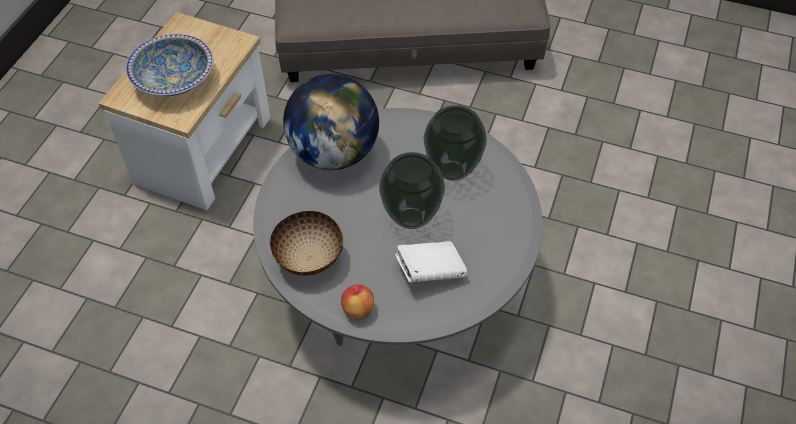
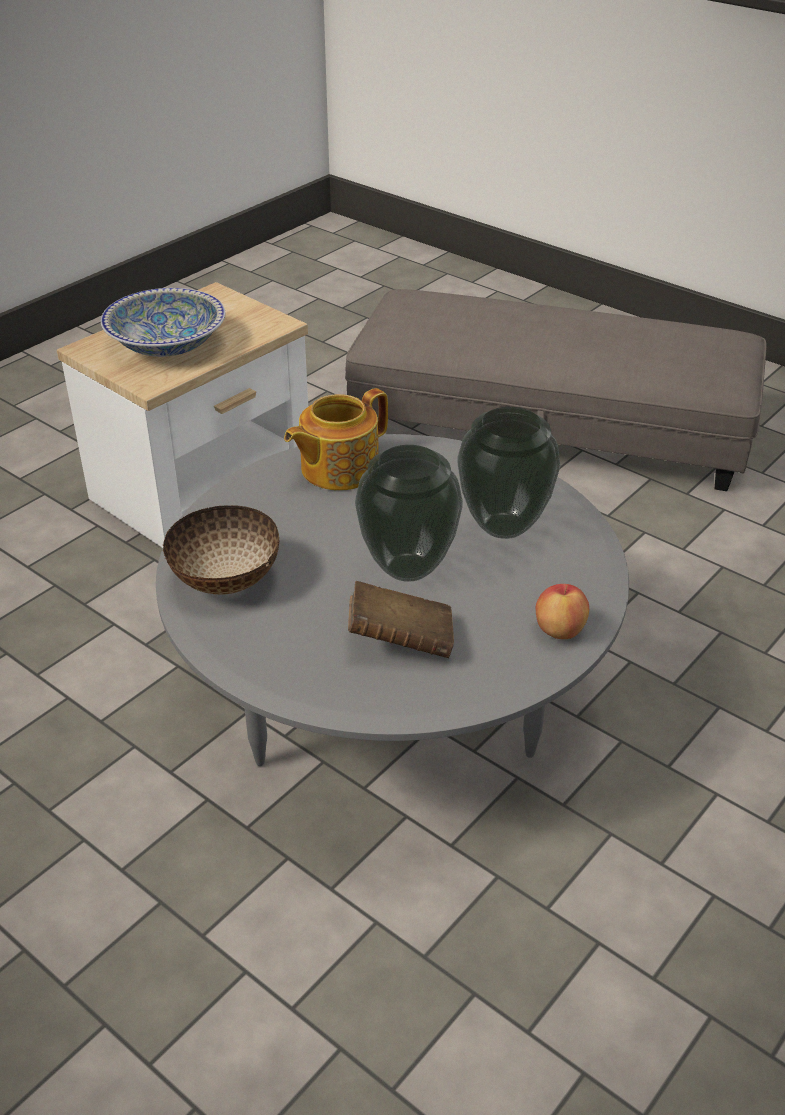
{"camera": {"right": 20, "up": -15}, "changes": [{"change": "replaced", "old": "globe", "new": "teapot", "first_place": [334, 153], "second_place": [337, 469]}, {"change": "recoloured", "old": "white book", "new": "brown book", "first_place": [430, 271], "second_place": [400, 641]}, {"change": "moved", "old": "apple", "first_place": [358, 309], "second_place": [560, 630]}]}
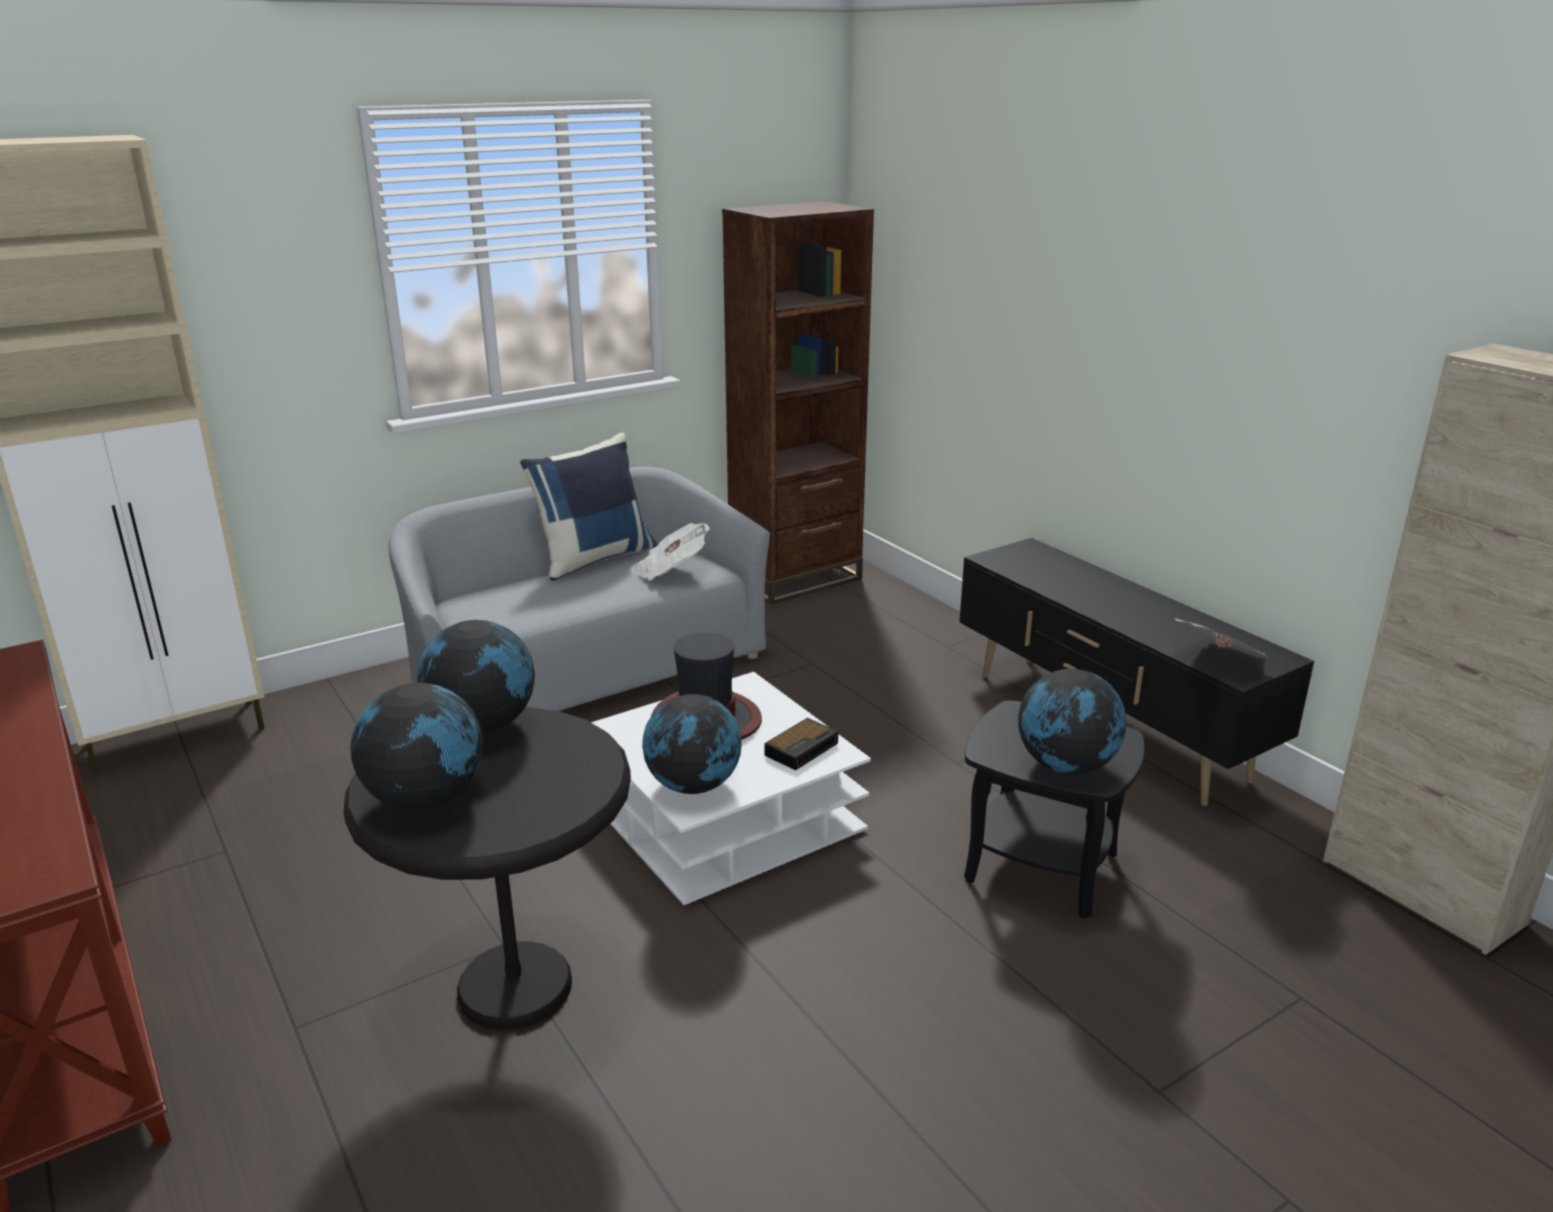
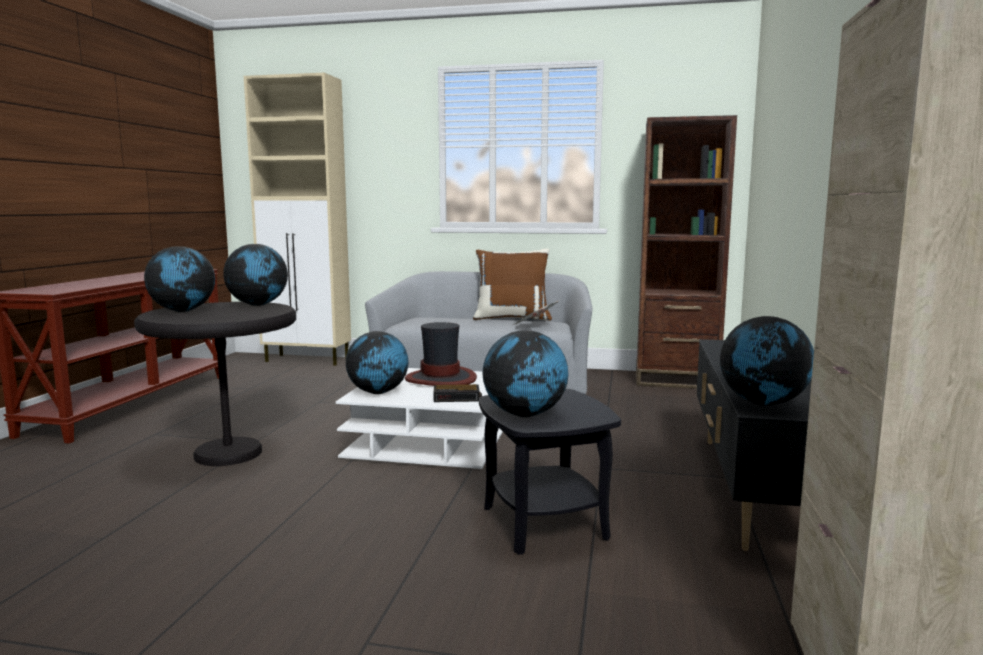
{"camera": {"right": 45, "up": -15}, "changes": [{"change": "recoloured", "old": "blue pillow", "new": "brown pillow", "first_place": [594, 558], "second_place": [512, 318]}, {"change": "replaced", "old": "newspaper", "new": "globe", "first_place": [1221, 662], "second_place": [763, 403]}]}
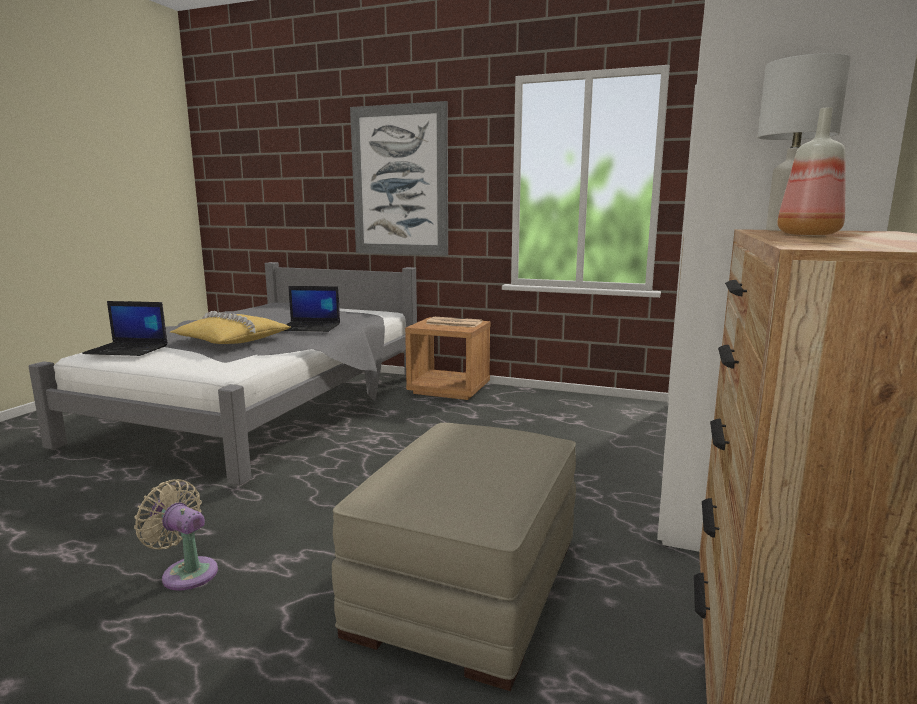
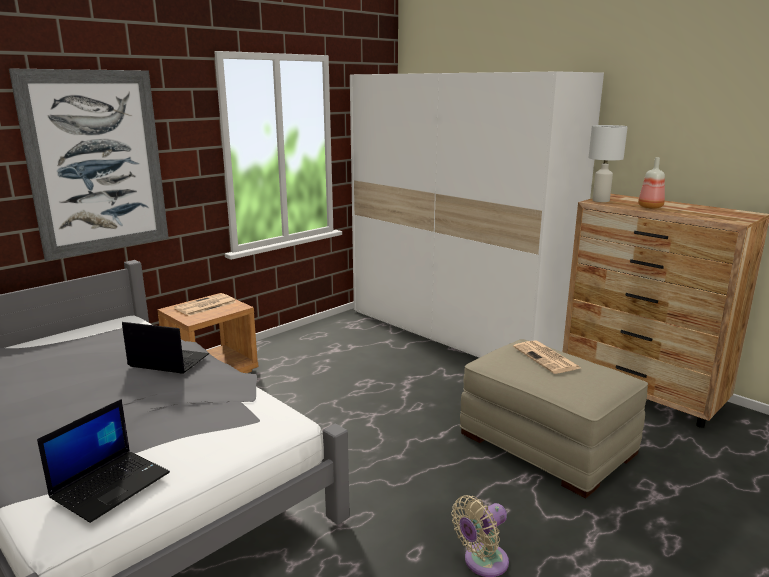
{"camera": {"right": -65, "up": 5}, "changes": [{"change": "turned", "old": "laptop", "first_place": [310, 327], "second_place": [167, 361], "degrees": -105}, {"change": "added", "new": "newspaper", "second_place": [547, 358]}, {"change": "removed", "old": "yellow pillow", "first_place": [231, 340]}]}
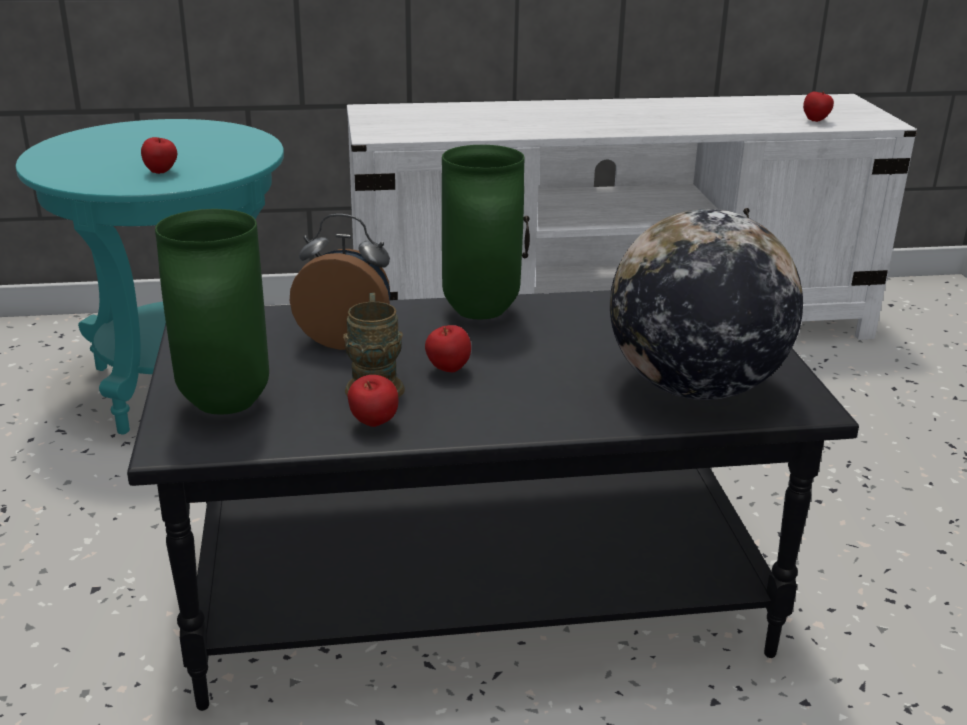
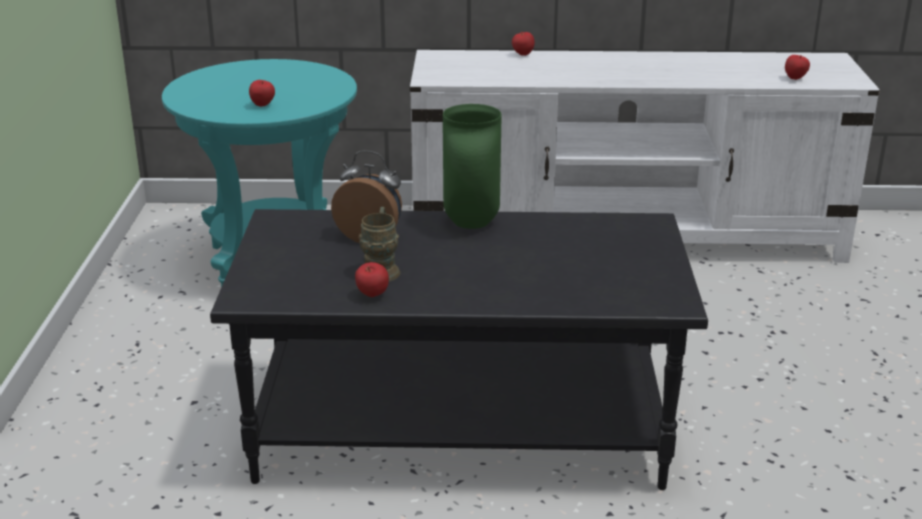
{"camera": {"right": 10, "up": 0}, "changes": [{"change": "moved", "old": "apple", "first_place": [448, 370], "second_place": [522, 55]}, {"change": "removed", "old": "green vase", "first_place": [228, 404]}, {"change": "removed", "old": "globe", "first_place": [694, 388]}]}
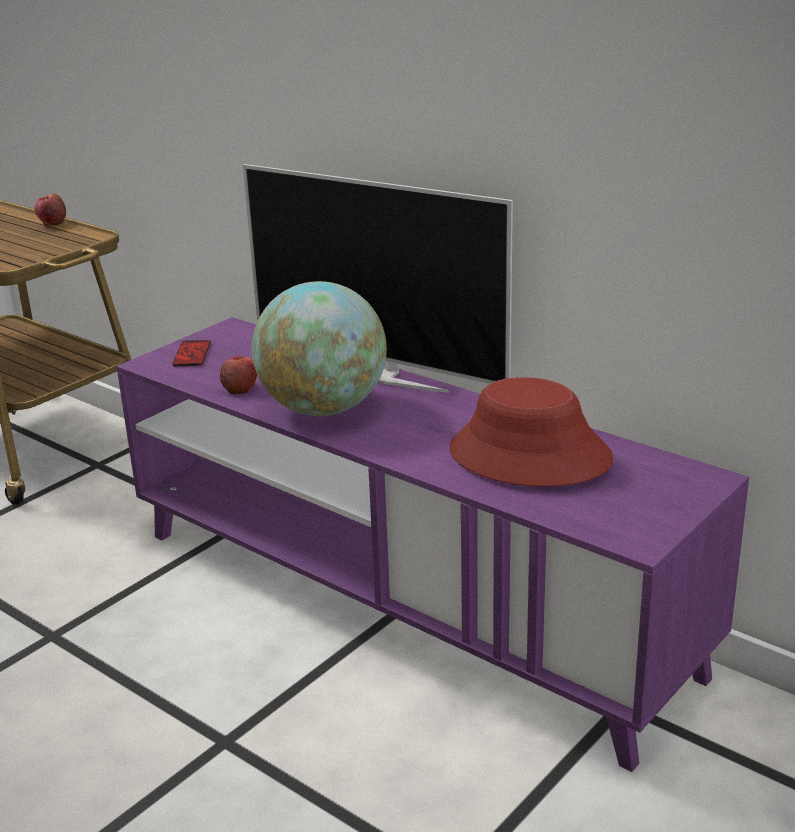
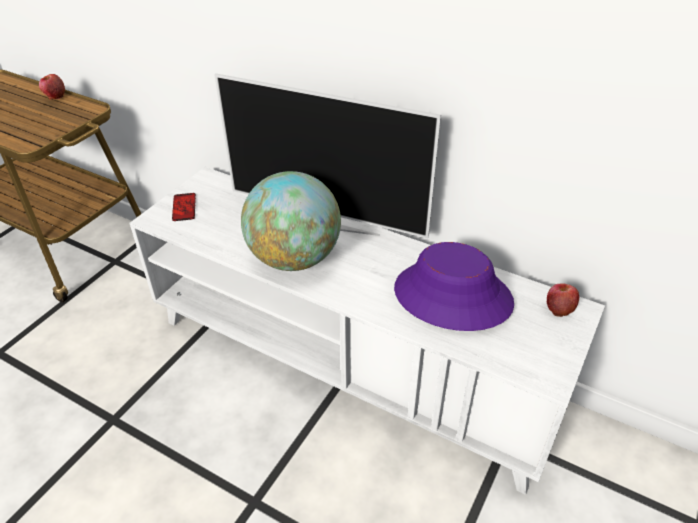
{"camera": {"right": -10, "up": 15}, "changes": [{"change": "recoloured", "old": "purple tv stand", "new": "white tv stand", "first_place": [404, 600], "second_place": [349, 363]}, {"change": "recoloured", "old": "red hat", "new": "purple hat", "first_place": [529, 455], "second_place": [452, 296]}, {"change": "moved", "old": "apple", "first_place": [240, 388], "second_place": [559, 308]}]}
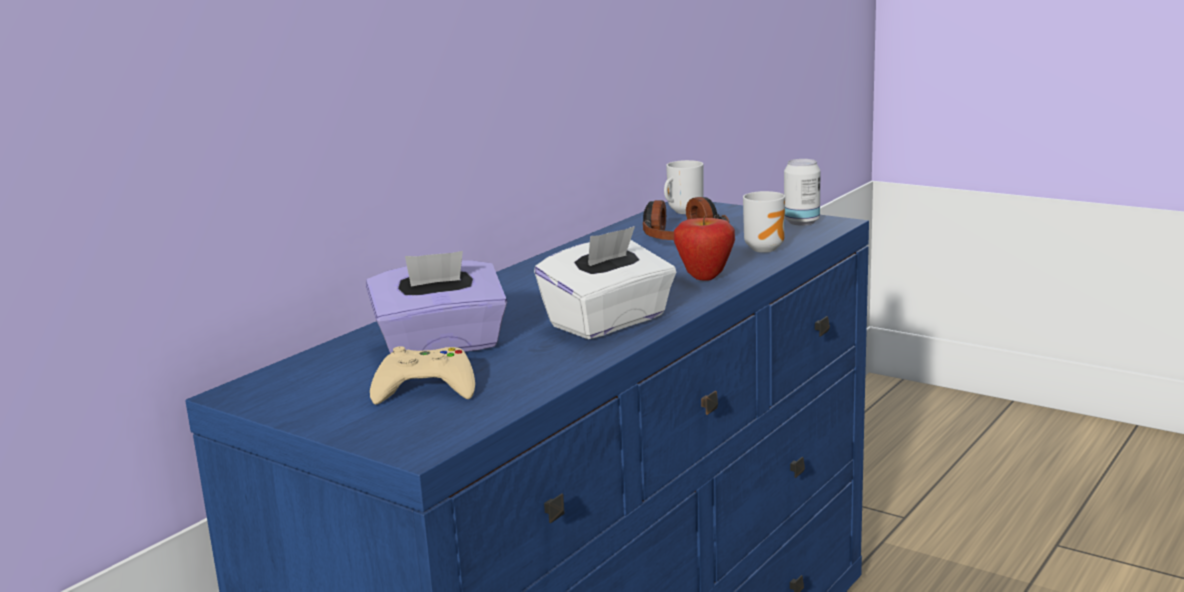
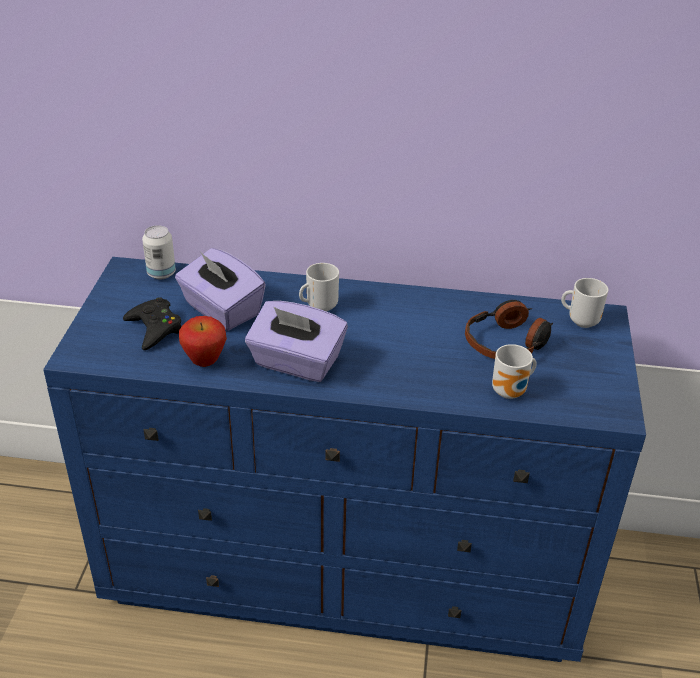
{"camera": {"right": 60, "up": 20}, "changes": [{"change": "recoloured", "old": "beige game controller", "new": "black game controller", "first_place": [426, 388], "second_place": [154, 328]}, {"change": "moved", "old": "can", "first_place": [801, 222], "second_place": [161, 273]}, {"change": "moved", "old": "apple", "first_place": [705, 277], "second_place": [205, 362]}, {"change": "recoloured", "old": "white tissue box", "new": "purple tissue box", "first_place": [609, 322], "second_place": [296, 363]}, {"change": "added", "new": "mug", "second_place": [319, 307]}]}
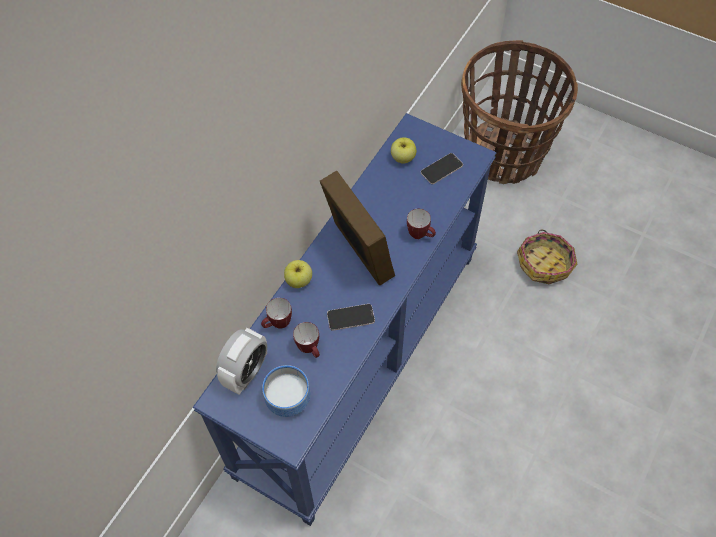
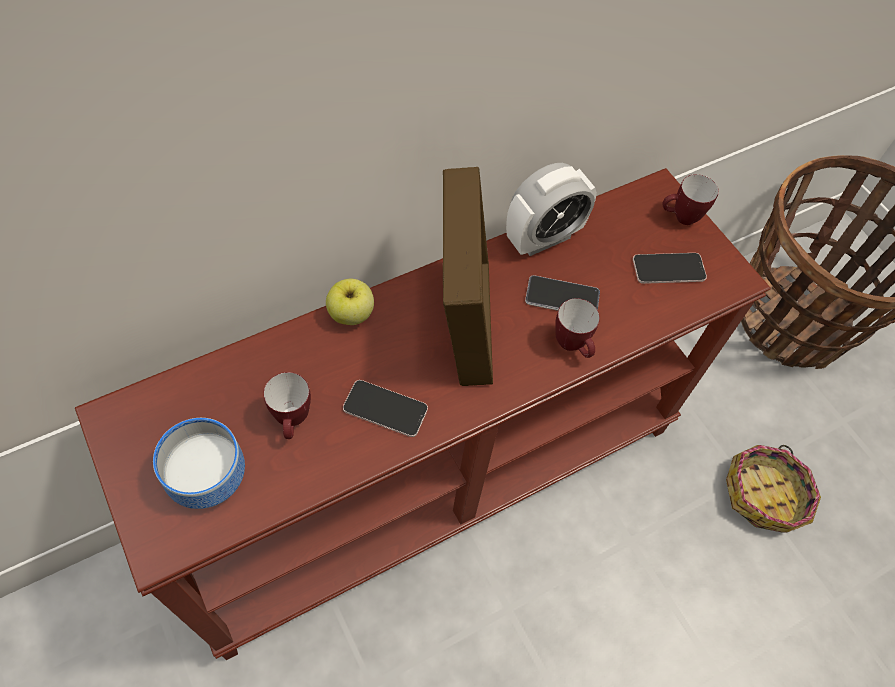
{"camera": {"right": 25, "up": 0}, "changes": [{"change": "recoloured", "old": "blue console table", "new": "brown console table", "first_place": [358, 359], "second_place": [432, 476]}, {"change": "moved", "old": "alarm clock", "first_place": [246, 372], "second_place": [543, 238]}, {"change": "added", "new": "phone", "second_place": [562, 297]}, {"change": "moved", "old": "mug", "first_place": [278, 325], "second_place": [680, 218]}, {"change": "removed", "old": "apple", "first_place": [403, 158]}]}
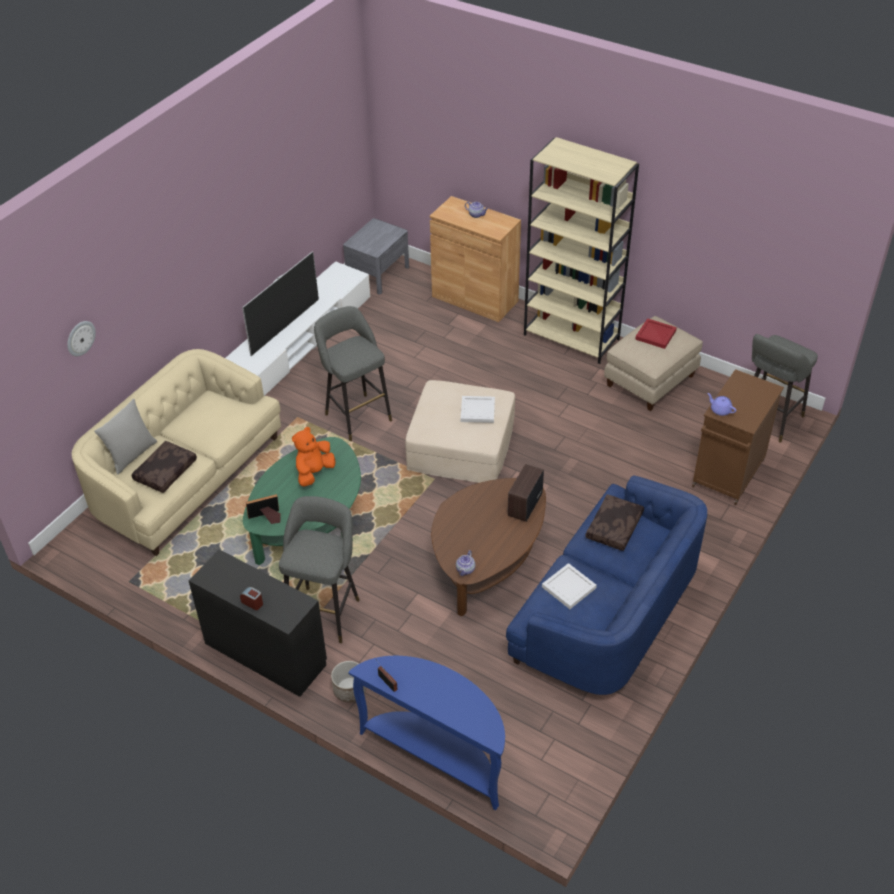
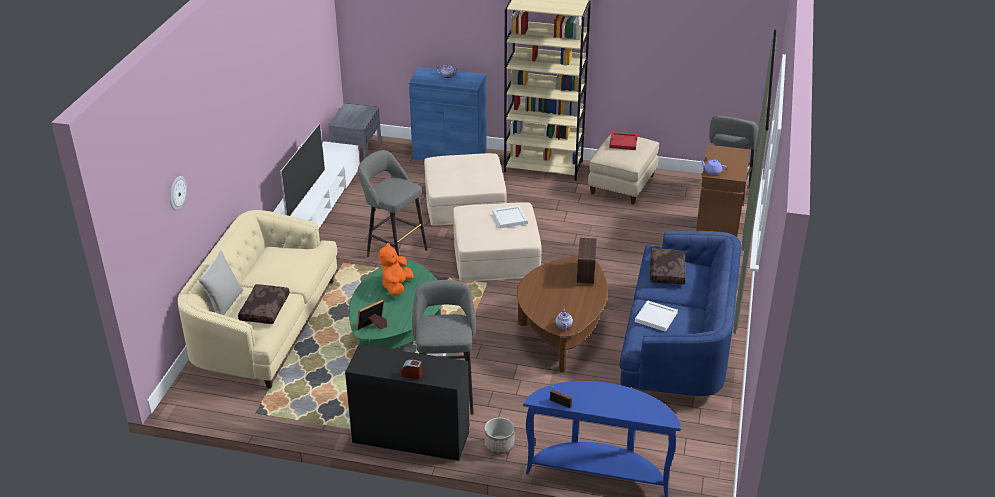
{"camera": {"right": -20, "up": -10}, "changes": [{"change": "recoloured", "old": "brown cabinet", "new": "blue cabinet", "first_place": [475, 299], "second_place": [449, 154]}, {"change": "added", "new": "beige ottoman", "second_place": [465, 203]}]}
